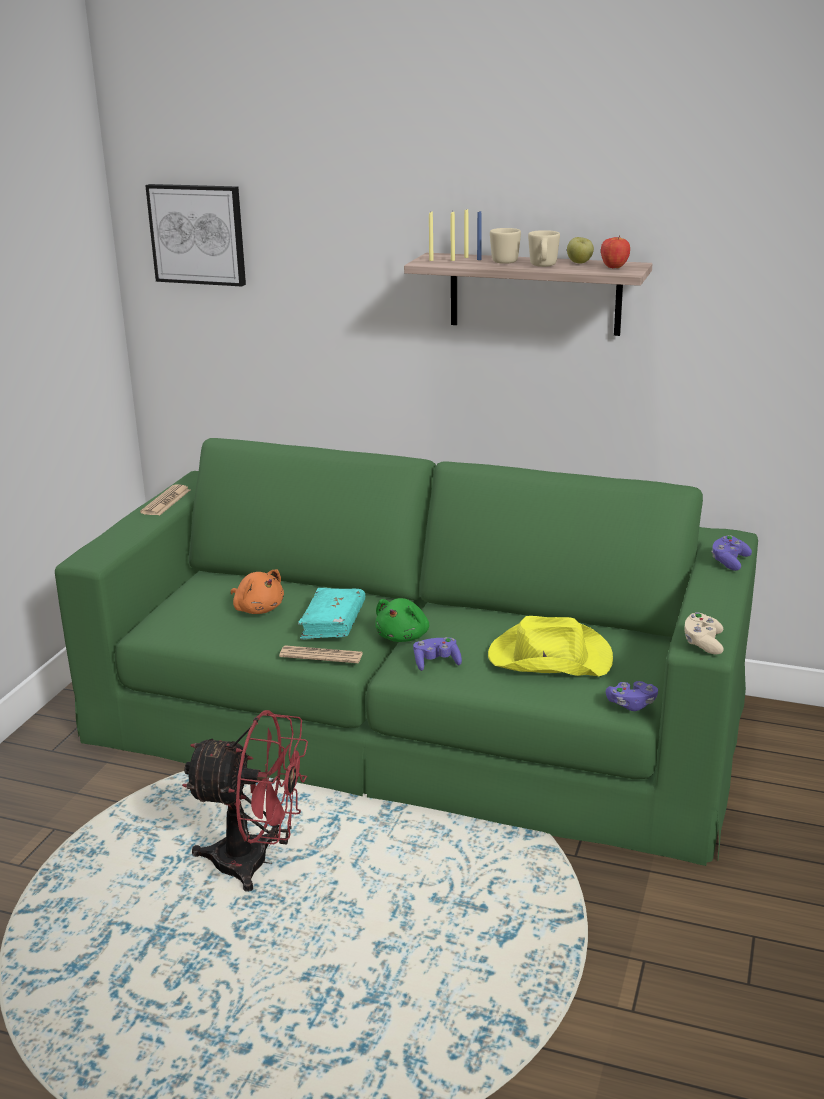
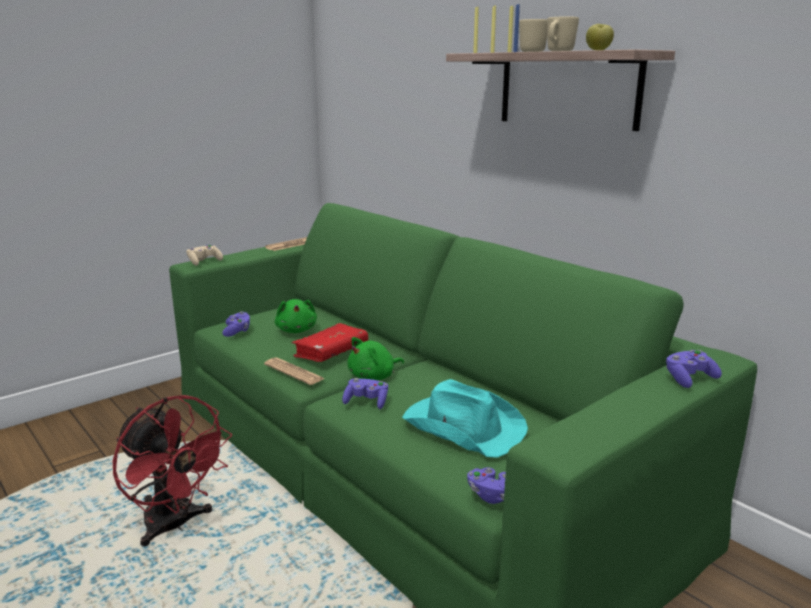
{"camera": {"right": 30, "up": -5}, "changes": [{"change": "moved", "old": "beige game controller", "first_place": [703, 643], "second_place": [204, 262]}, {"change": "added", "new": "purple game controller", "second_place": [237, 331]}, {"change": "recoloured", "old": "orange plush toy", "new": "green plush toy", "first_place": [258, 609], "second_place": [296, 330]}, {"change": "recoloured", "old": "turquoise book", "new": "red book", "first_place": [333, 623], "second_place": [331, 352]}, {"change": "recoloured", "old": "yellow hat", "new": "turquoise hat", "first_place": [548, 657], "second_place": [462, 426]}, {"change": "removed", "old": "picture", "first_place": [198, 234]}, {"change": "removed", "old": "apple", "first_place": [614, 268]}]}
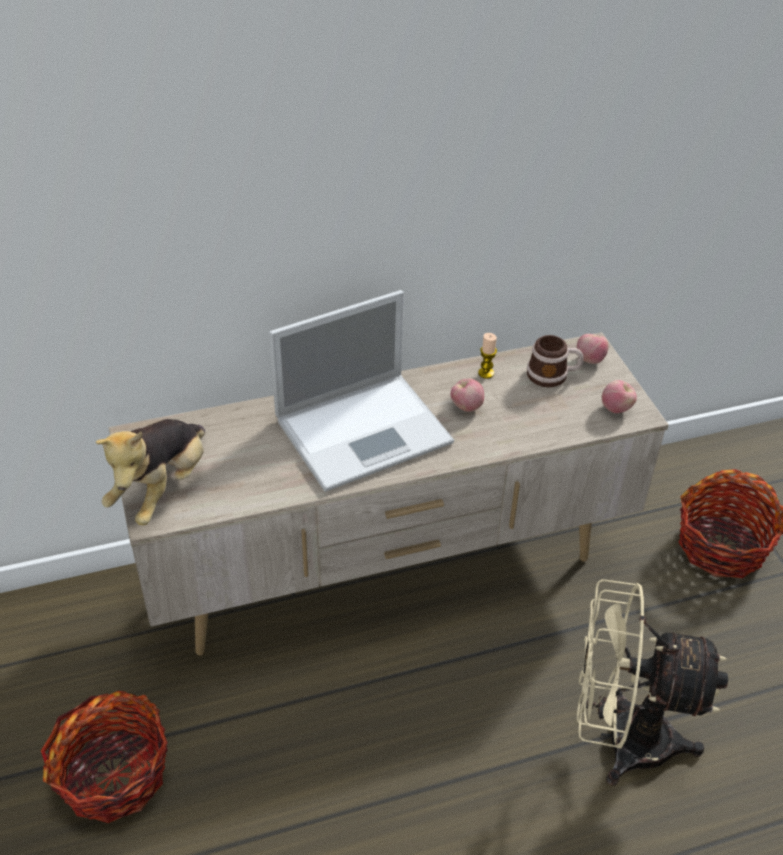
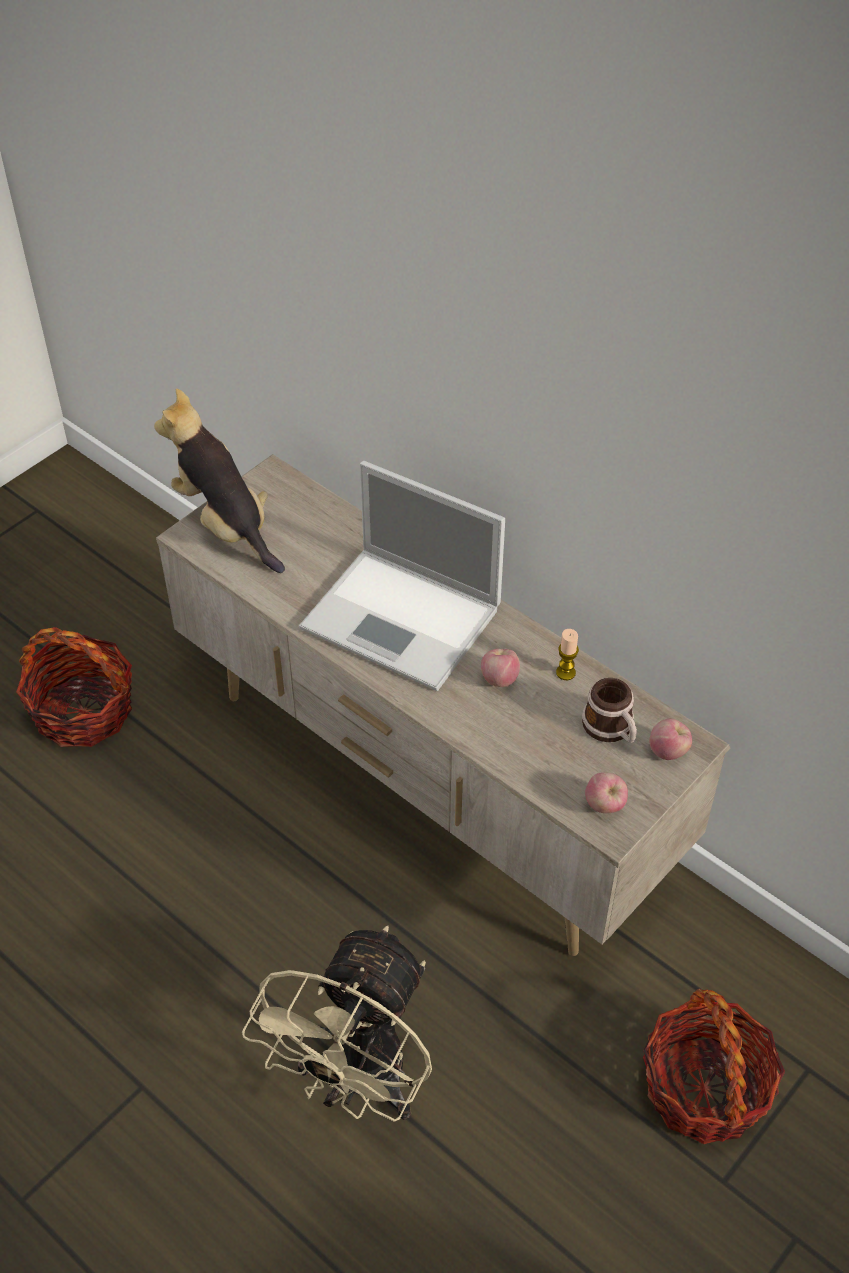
{"camera": {"right": 60, "up": 5}, "changes": [{"change": "turned", "old": "plush toy", "first_place": [161, 489], "second_place": [226, 524], "degrees": 60}, {"change": "turned", "old": "beige fan", "first_place": [621, 738], "second_place": [357, 1084], "degrees": -135}]}
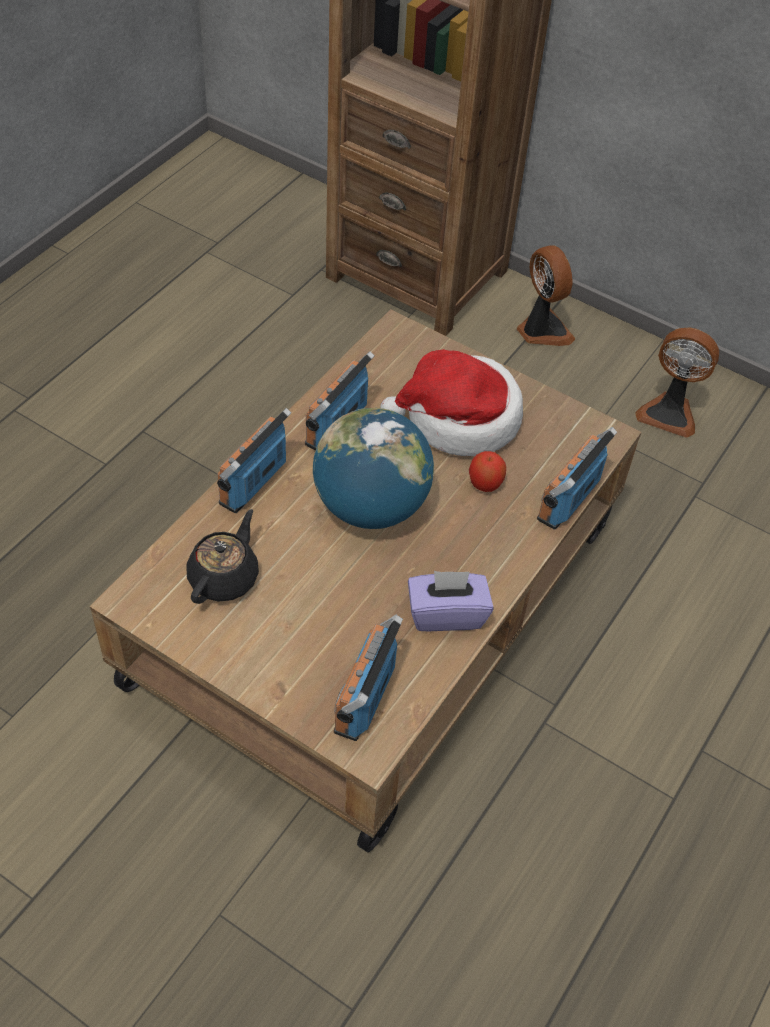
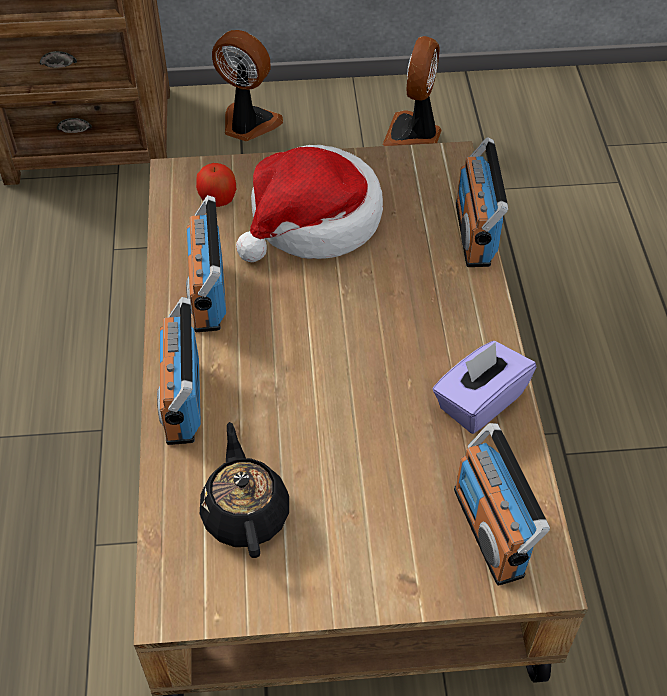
{"camera": {"right": -35, "up": 0}, "changes": [{"change": "moved", "old": "apple", "first_place": [485, 483], "second_place": [218, 200]}, {"change": "turned", "old": "fan", "first_place": [669, 413], "second_place": [413, 134], "degrees": 120}, {"change": "removed", "old": "globe", "first_place": [370, 506]}]}
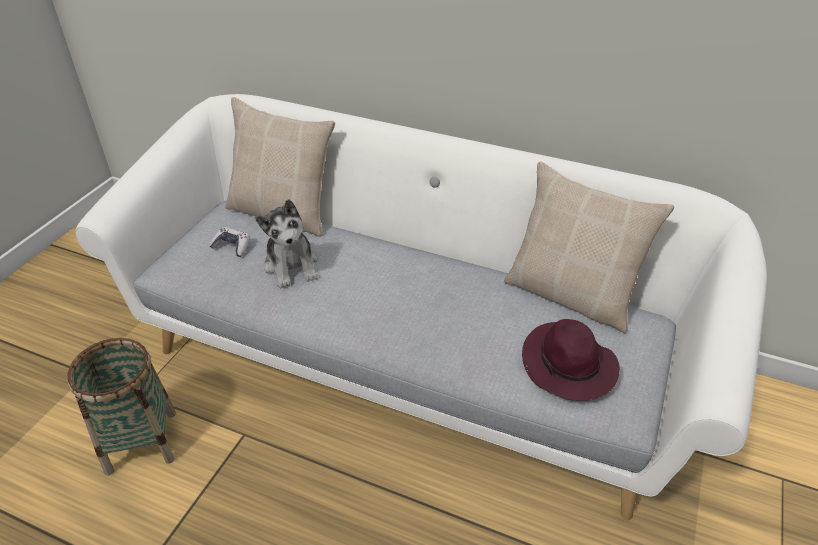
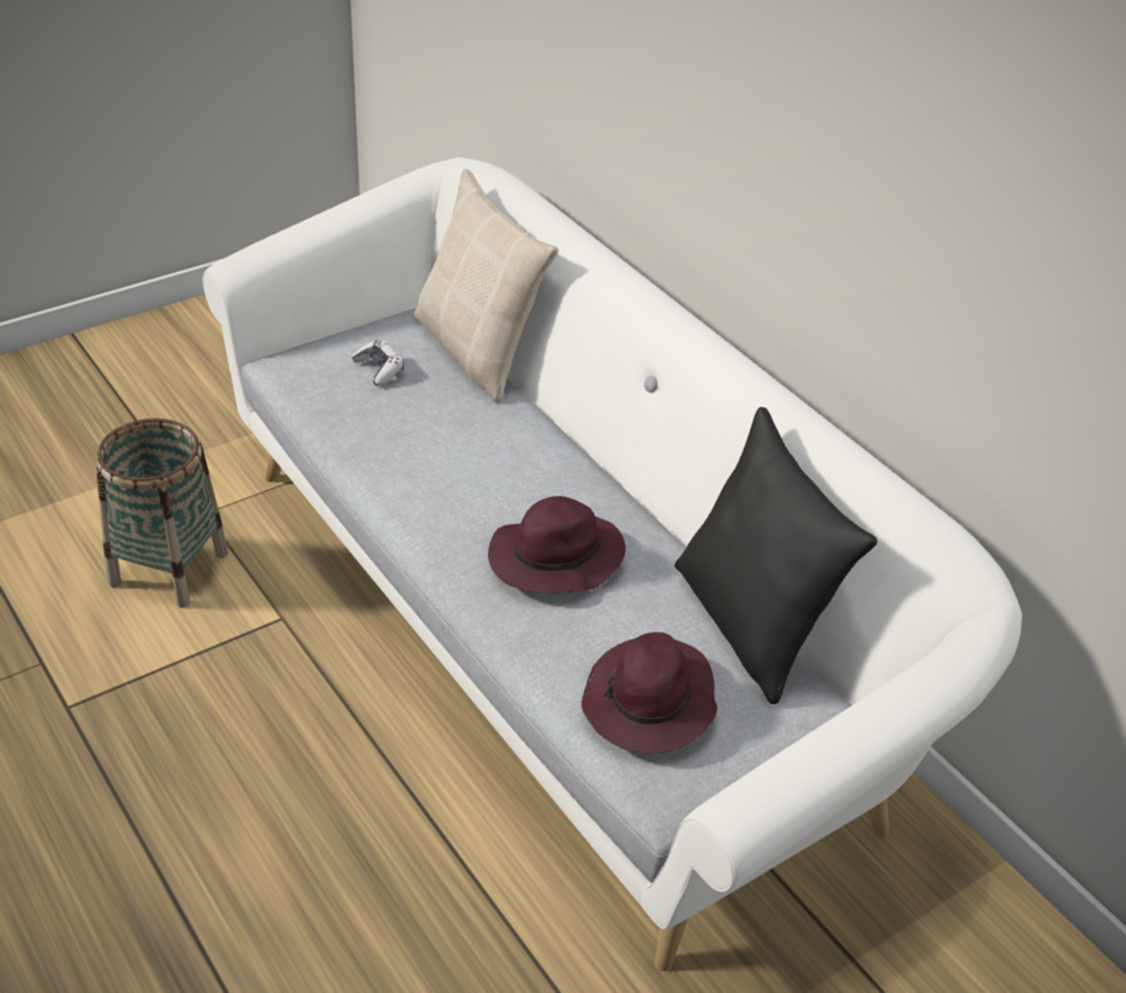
{"camera": {"right": 30, "up": 0}, "changes": [{"change": "added", "new": "purple hat", "second_place": [554, 560]}, {"change": "recoloured", "old": "beige pillow", "new": "black pillow", "first_place": [571, 295], "second_place": [752, 624]}, {"change": "removed", "old": "plush toy", "first_place": [292, 266]}]}
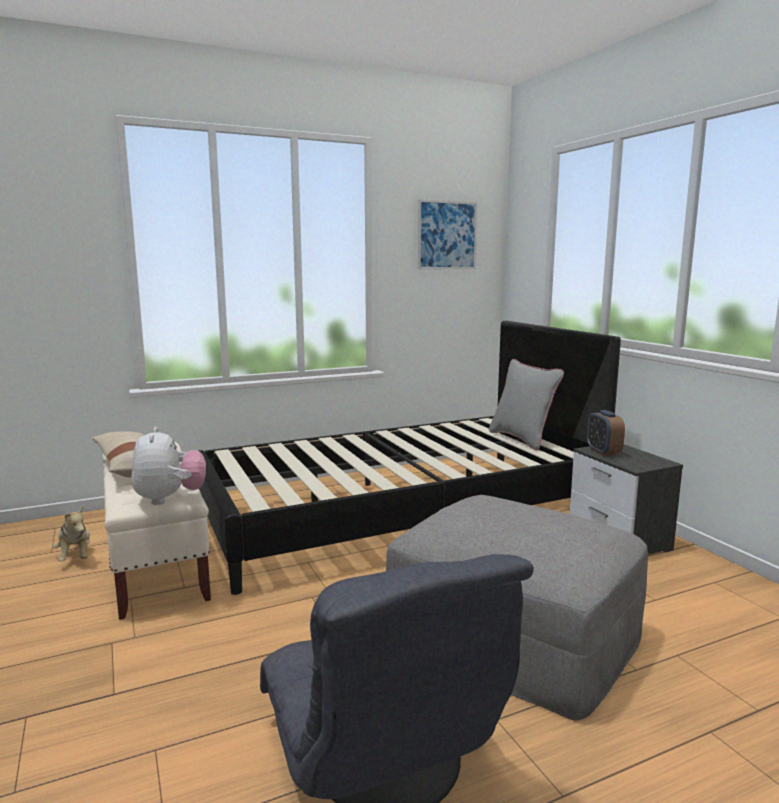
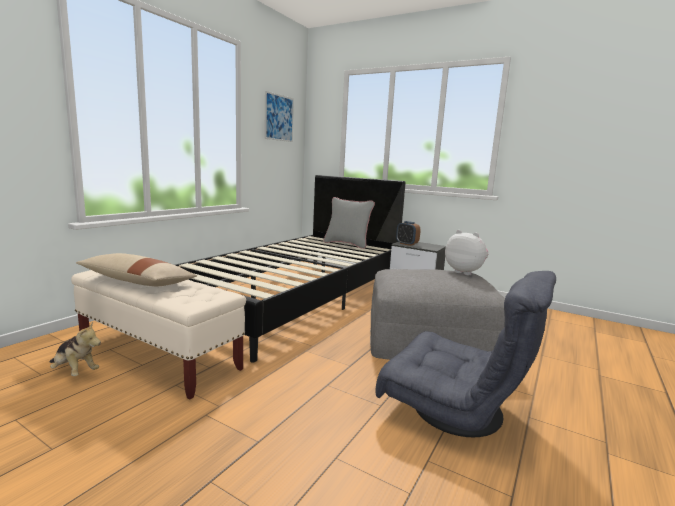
{"camera": {"right": -35, "up": 0}, "changes": [{"change": "moved", "old": "plush toy", "first_place": [170, 499], "second_place": [465, 272]}]}
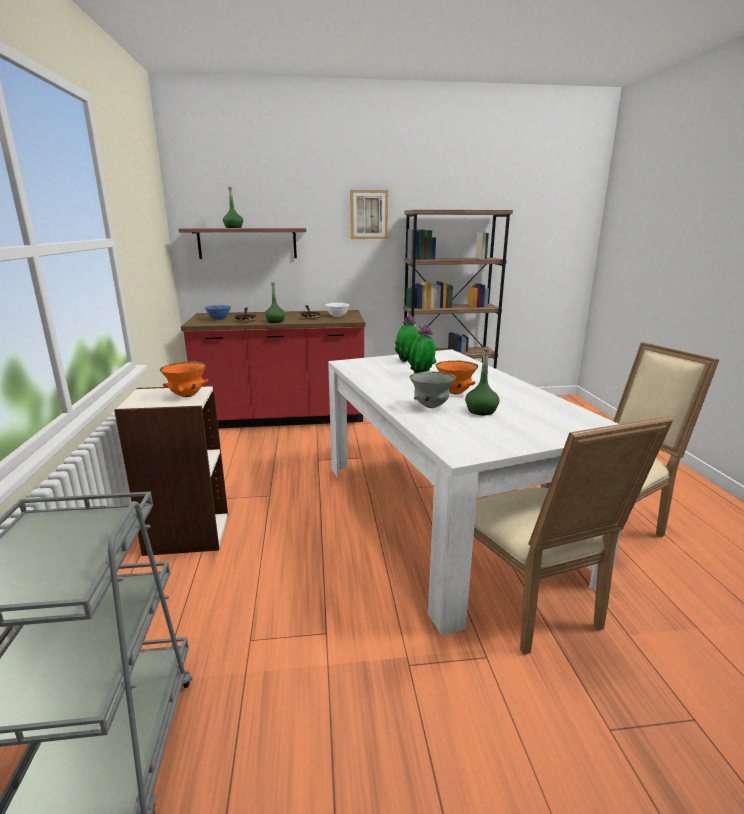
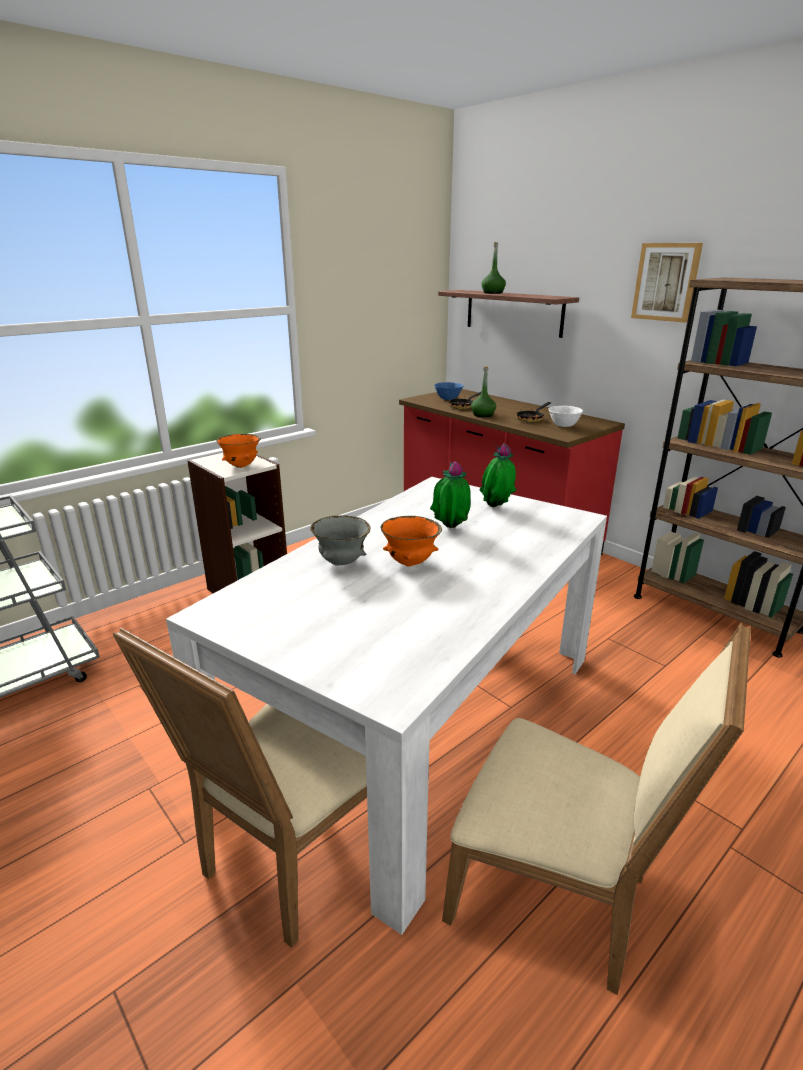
{"camera": {"right": 55, "up": 5}, "changes": [{"change": "removed", "old": "green bottle", "first_place": [481, 411]}]}
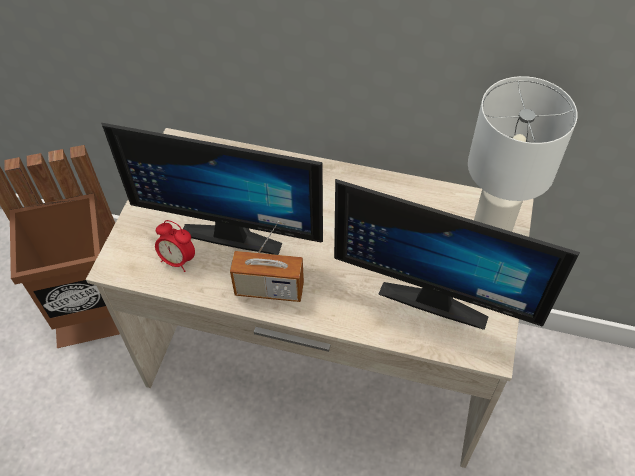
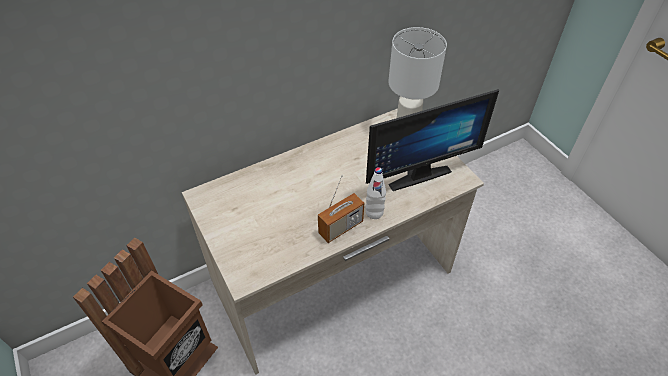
{"camera": {"right": -45, "up": -5}, "changes": [{"change": "added", "new": "white bottle", "second_place": [374, 212]}, {"change": "removed", "old": "monitor", "first_place": [234, 229]}, {"change": "removed", "old": "alarm clock", "first_place": [178, 260]}]}
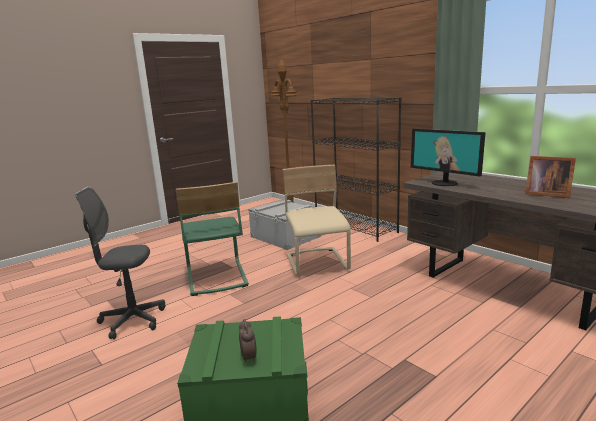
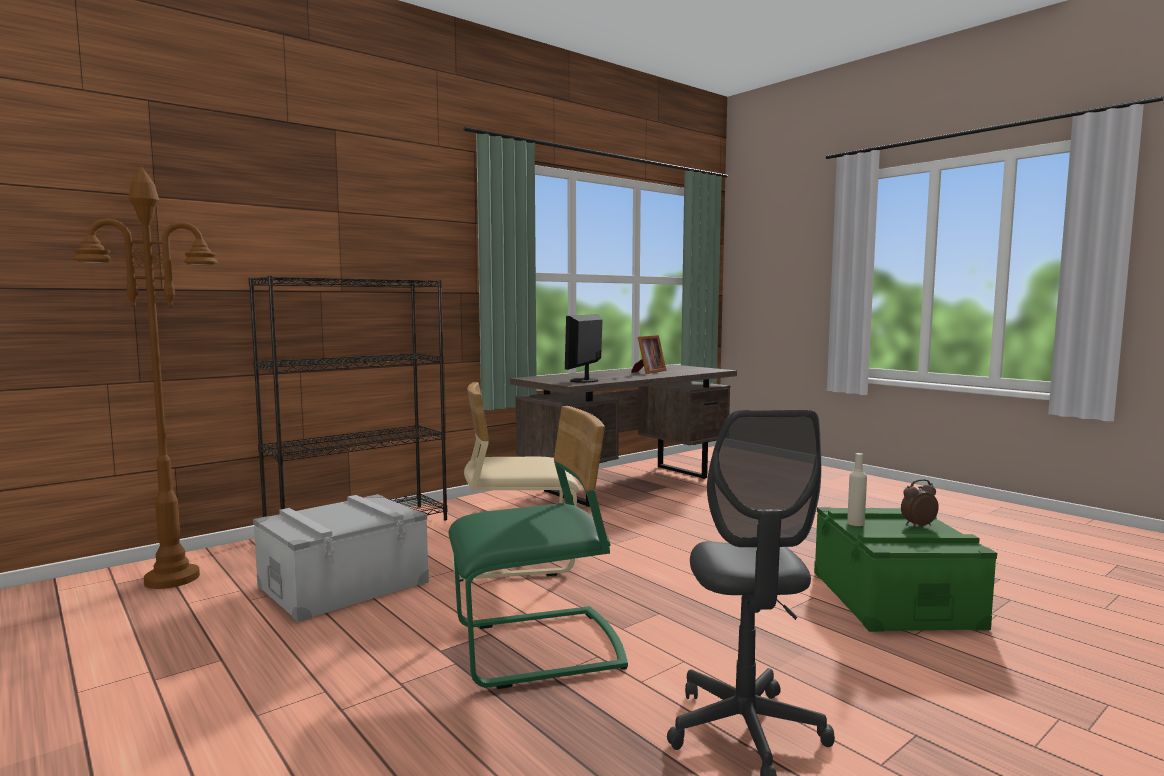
{"camera": {"right": -90, "up": -10}, "changes": [{"change": "turned", "old": "monitor", "first_place": [444, 183], "second_place": [584, 380], "degrees": 150}, {"change": "added", "new": "beige bottle", "second_place": [855, 523]}]}
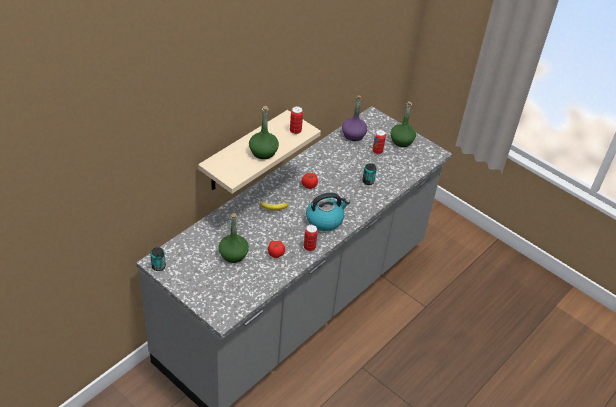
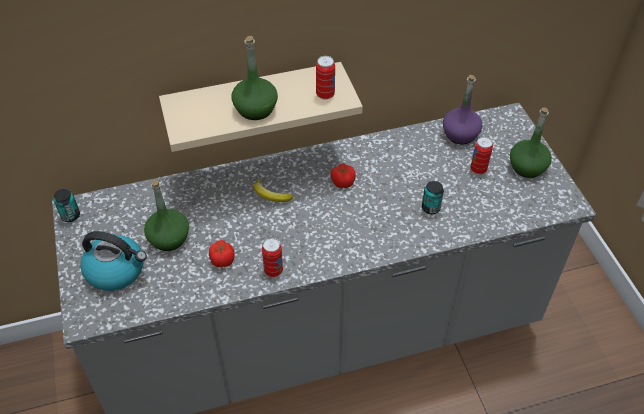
{"camera": {"right": 35, "up": 5}, "changes": [{"change": "moved", "old": "kettle", "first_place": [325, 219], "second_place": [117, 270]}]}
